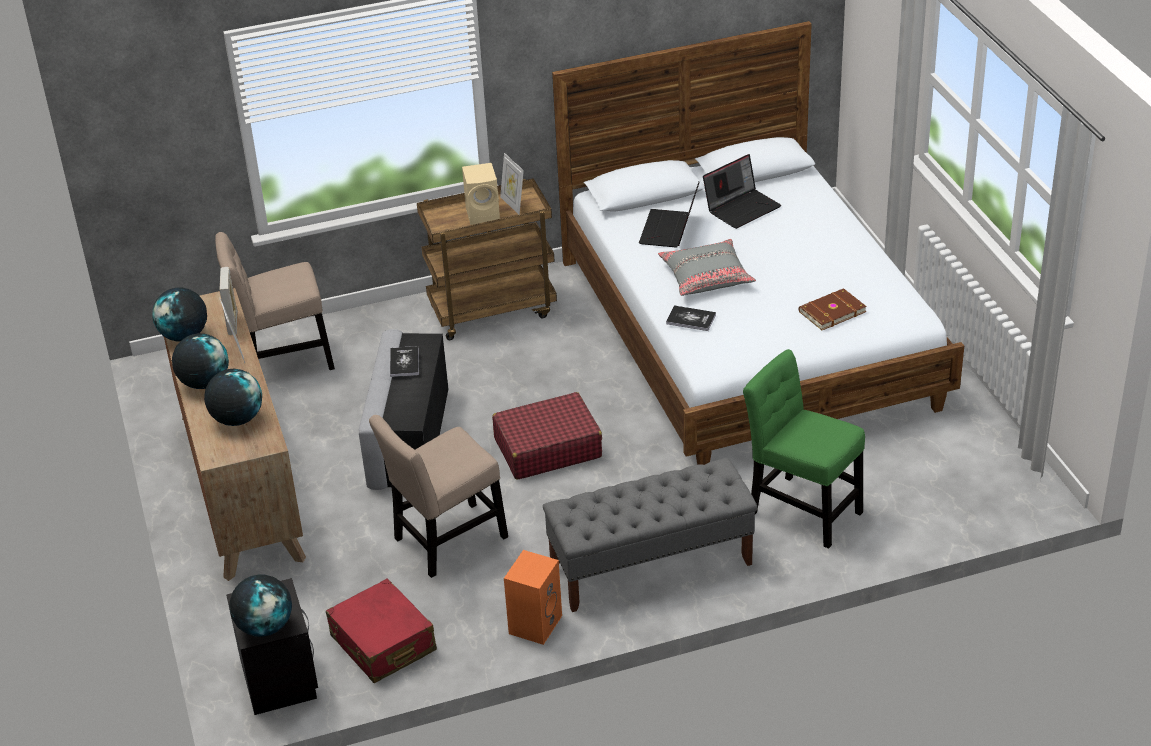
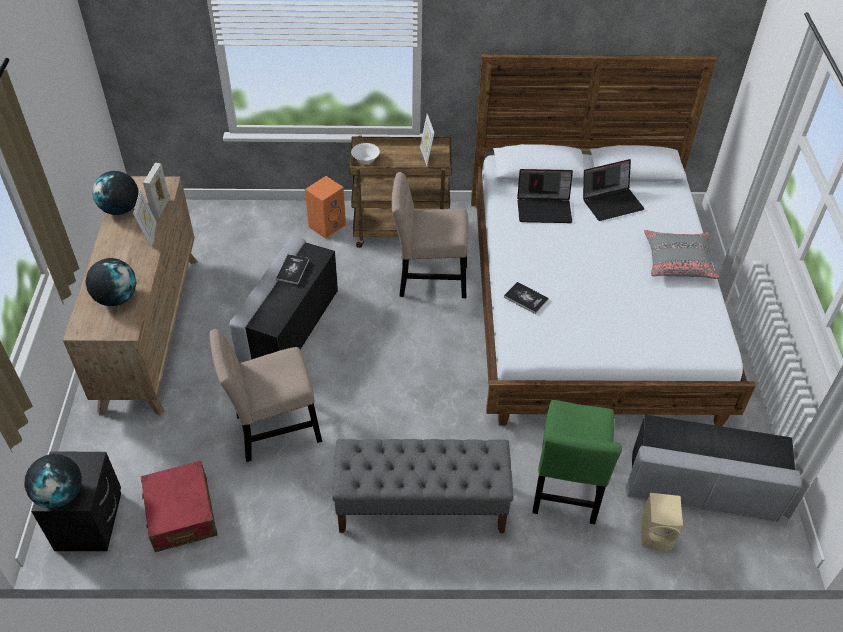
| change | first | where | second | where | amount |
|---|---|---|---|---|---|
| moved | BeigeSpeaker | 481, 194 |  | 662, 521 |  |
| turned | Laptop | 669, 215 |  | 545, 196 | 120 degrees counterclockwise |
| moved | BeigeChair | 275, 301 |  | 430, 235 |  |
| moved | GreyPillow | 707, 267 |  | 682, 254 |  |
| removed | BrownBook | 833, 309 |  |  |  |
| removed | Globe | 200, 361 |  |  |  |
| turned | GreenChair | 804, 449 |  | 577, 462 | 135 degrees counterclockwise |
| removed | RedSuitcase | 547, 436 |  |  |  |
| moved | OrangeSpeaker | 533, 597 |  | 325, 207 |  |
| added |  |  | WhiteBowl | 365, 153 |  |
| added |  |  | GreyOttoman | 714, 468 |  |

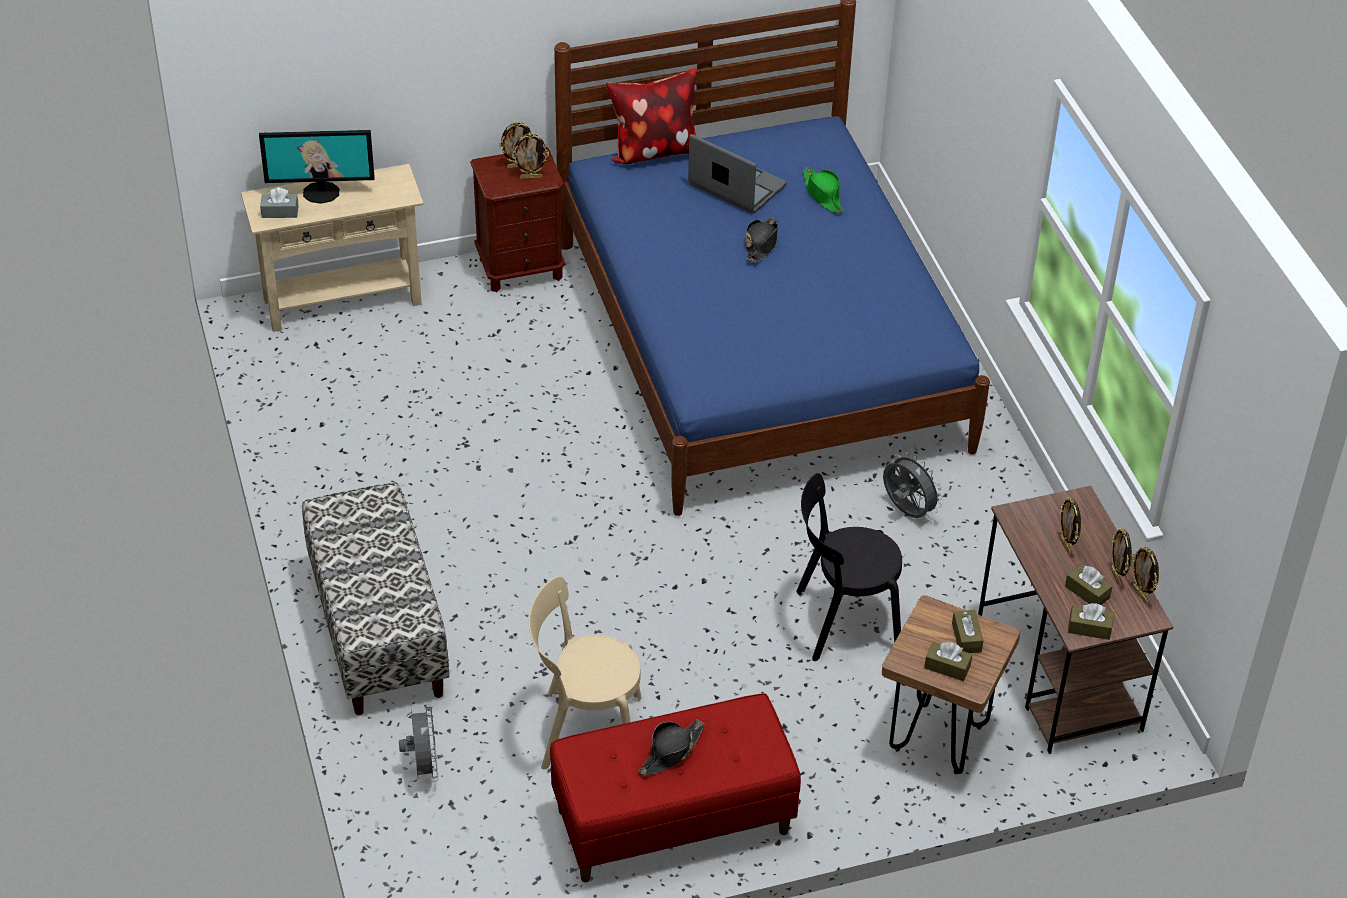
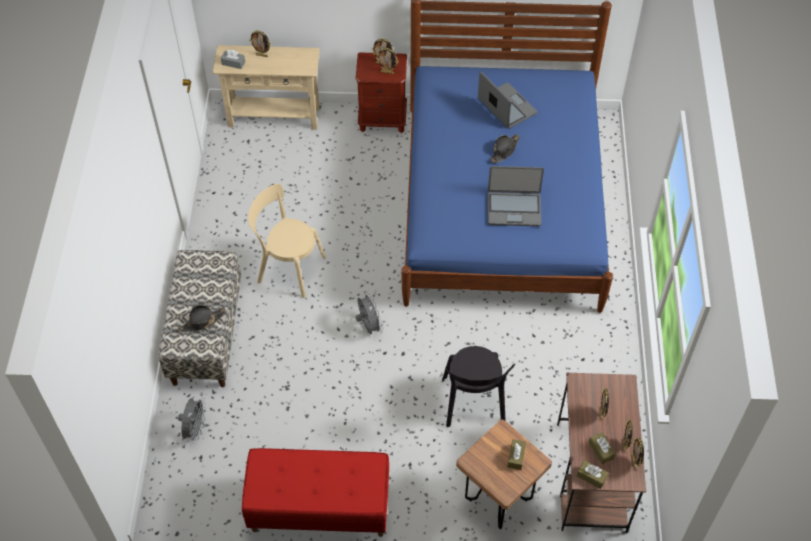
| change | first | where | second | where | amount |
|---|---|---|---|---|---|
| removed | Pillow | 651, 116 |  |  |  |
| replaced | Monitor | 317, 167 | PictureFrame | 260, 43 |  |
| removed | GreenHat | 823, 190 |  |  |  |
| moved | GreyFan | 913, 485 |  | 369, 313 |  |
| turned | BlackChair | 849, 567 |  | 478, 386 | 105 degrees counterclockwise |
| moved | BeigeChair | 585, 672 |  | 287, 241 |  |
| removed | BrownTissueBox | 948, 661 |  |  |  |
| moved | BlackHat | 671, 747 |  | 202, 318 |  |
| added |  |  | Laptop | 516, 196 |  |

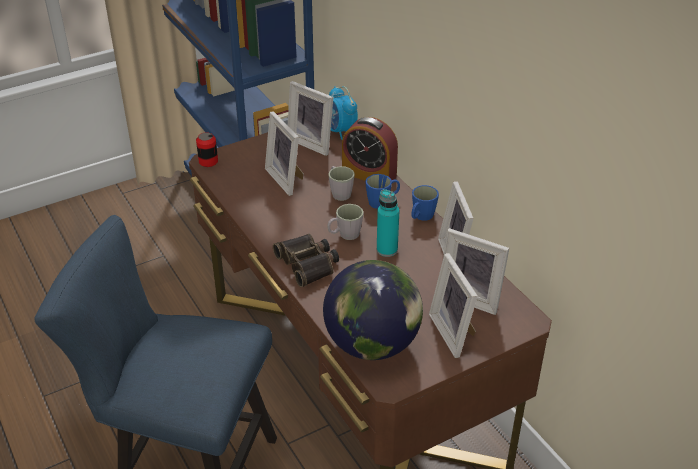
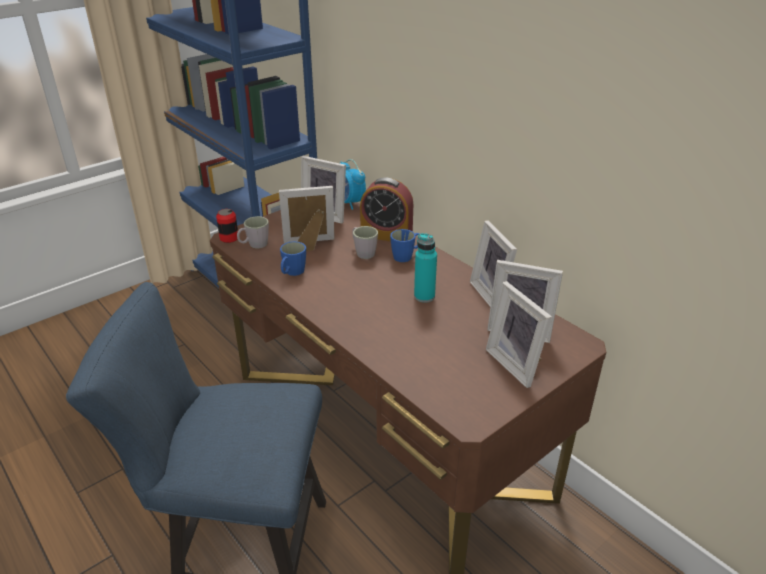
| change | first | where | second | where | amount |
|---|---|---|---|---|---|
| turned | PictureFrame | 284, 153 |  | 307, 219 | 120 degrees clockwise |
| moved | BlueMug | 425, 203 |  | 293, 258 |  |
| moved | GreyMug | 345, 222 |  | 253, 232 |  |
| removed | Binoculars | 306, 260 |  |  |  |
| removed | Globe | 373, 310 |  |  |  |

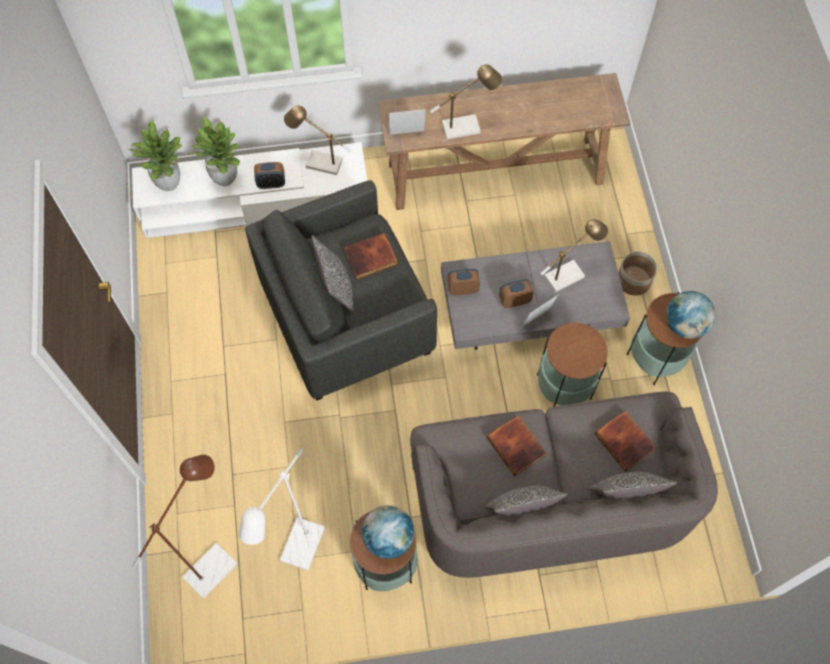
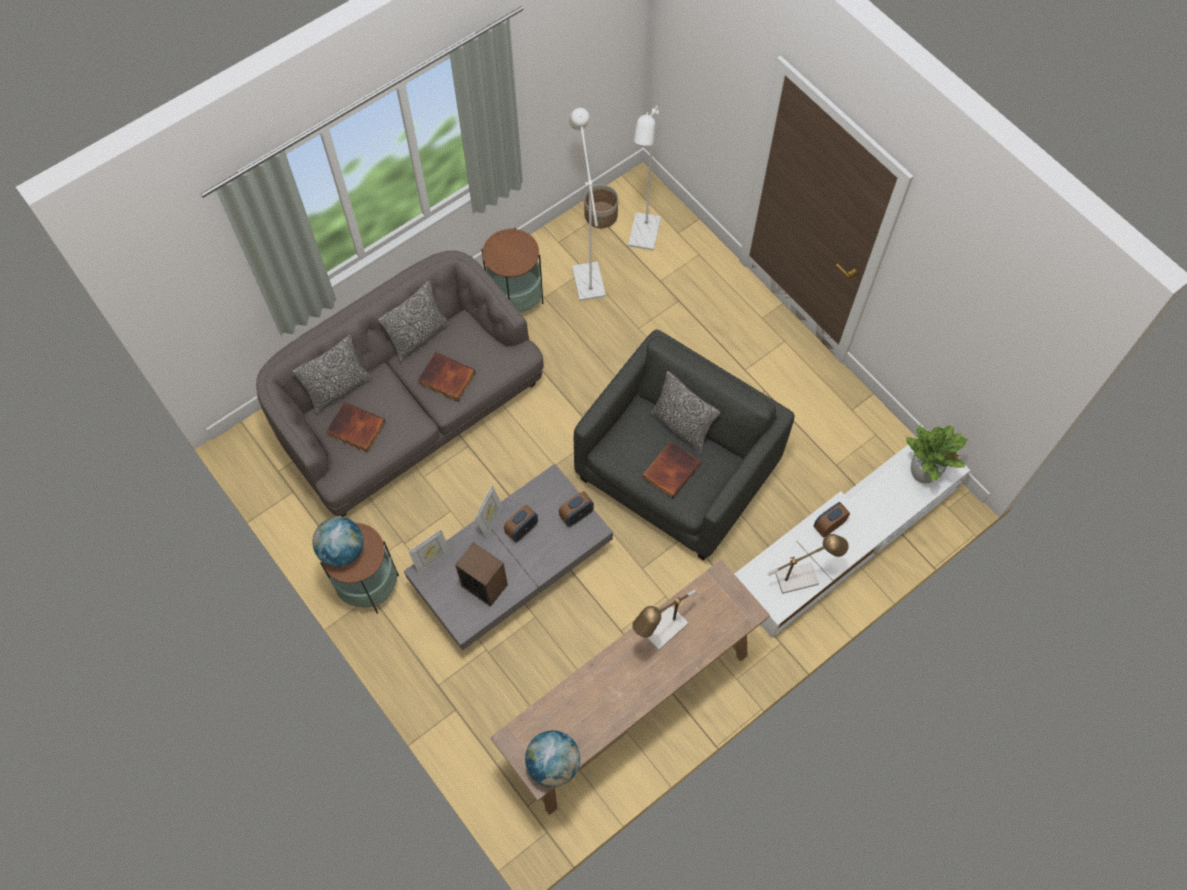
| change | first | where | second | where | amount |
|---|---|---|---|---|---|
| moved | PictureFrame | 407, 122 |  | 430, 552 |  |
| removed | PottedPlant | 214, 151 |  |  |  |
| replaced | TableLamp | 574, 255 | Speaker | 481, 574 |  |
| moved | Planter | 638, 273 |  | 601, 207 |  |
| removed | SideTable | 572, 365 |  |  |  |
| recoloured | BrownFloorLamp | 185, 526 | WhiteFloorLamp | 644, 177 |  |
| moved | Globe | 388, 532 |  | 552, 758 |  |

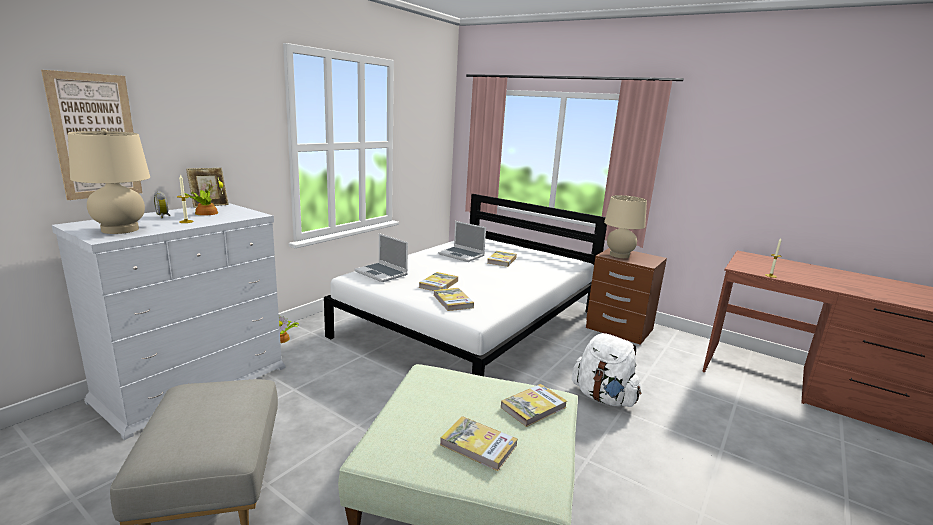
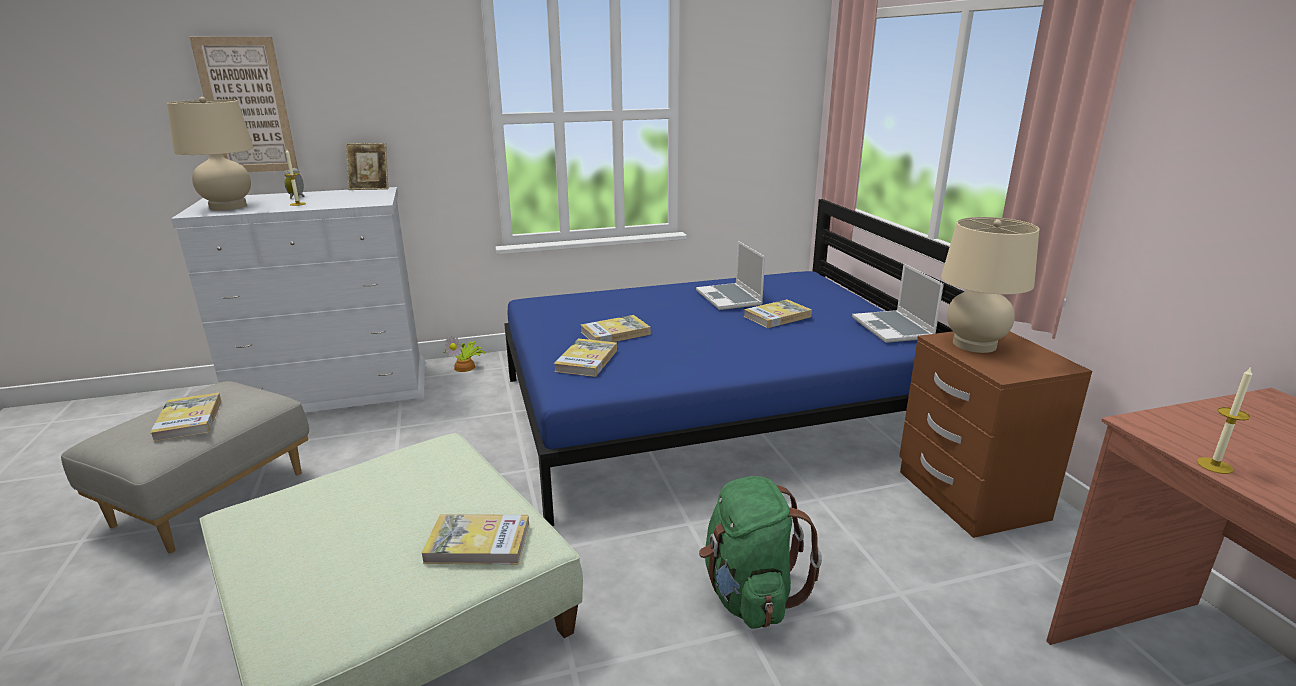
| change | first | where | second | where | amount |
|---|---|---|---|---|---|
| removed | PottedPlant | 203, 195 |  |  |  |
| recoloured | WhiteBed | 465, 285 | BlueBed | 734, 362 |  |
| moved | Laptop | 381, 257 |  | 898, 303 |  |
| recoloured | WhiteBackpack | 606, 370 | GreenBackpack | 760, 552 |  |
| moved | Book | 478, 443 |  | 185, 417 |  |

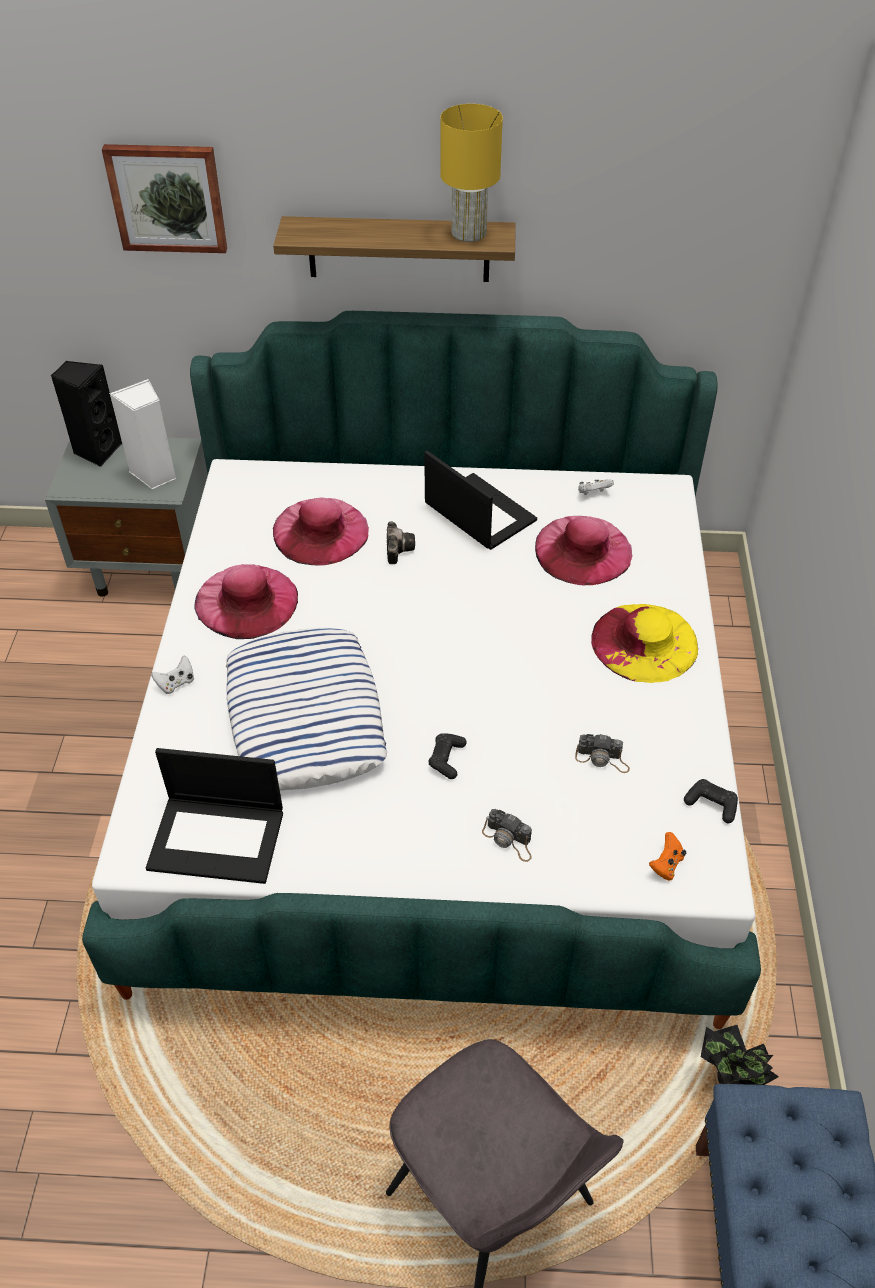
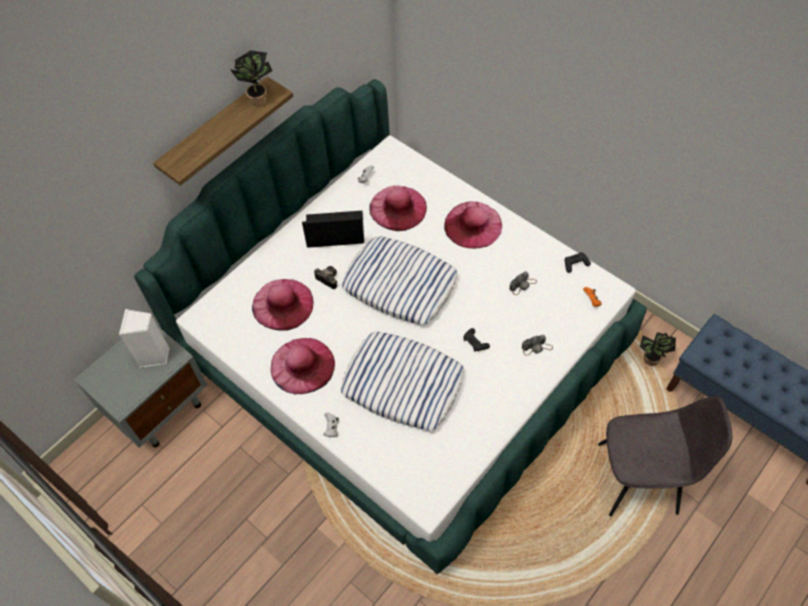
| change | first | where | second | where | amount |
|---|---|---|---|---|---|
| replaced | YellowTableLamp | 471, 173 | PottedPlant | 251, 78 |  |
| removed | Picture | 164, 198 |  |  |  |
| removed | BlackSpeaker | 86, 414 |  |  |  |
| recoloured | YellowHat | 644, 643 | PinkHat | 473, 225 |  |
| removed | Laptop | 214, 816 |  |  |  |
| added |  |  | Pillow | 400, 280 |  |

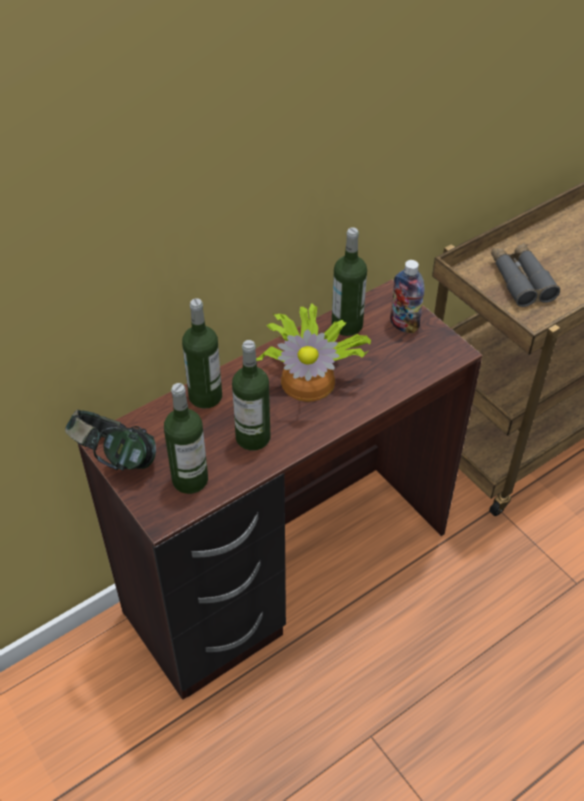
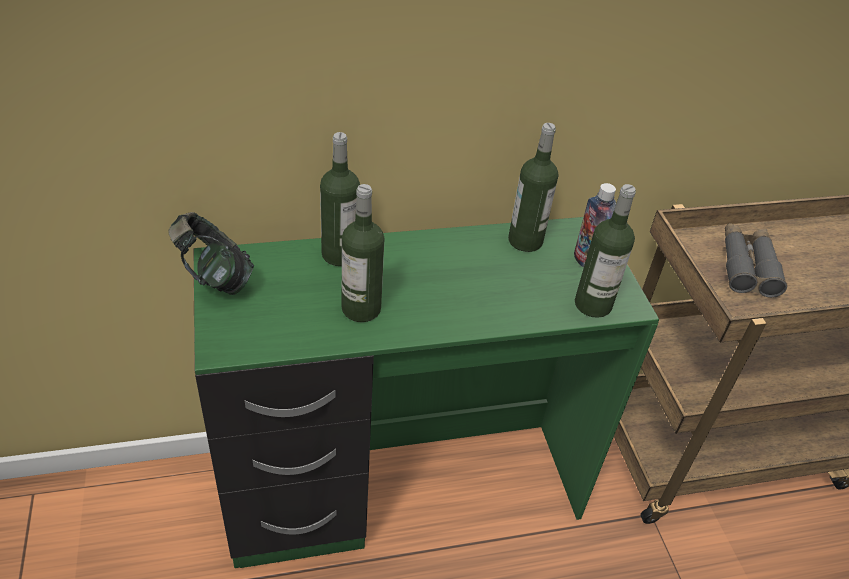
| change | first | where | second | where | amount |
|---|---|---|---|---|---|
| recoloured | BrownDesk | 280, 489 | GreenDesk | 426, 392 |  |
| removed | PottedPlant | 313, 352 |  |  |  |
| moved | Bottle | 186, 438 |  | 605, 251 |  |

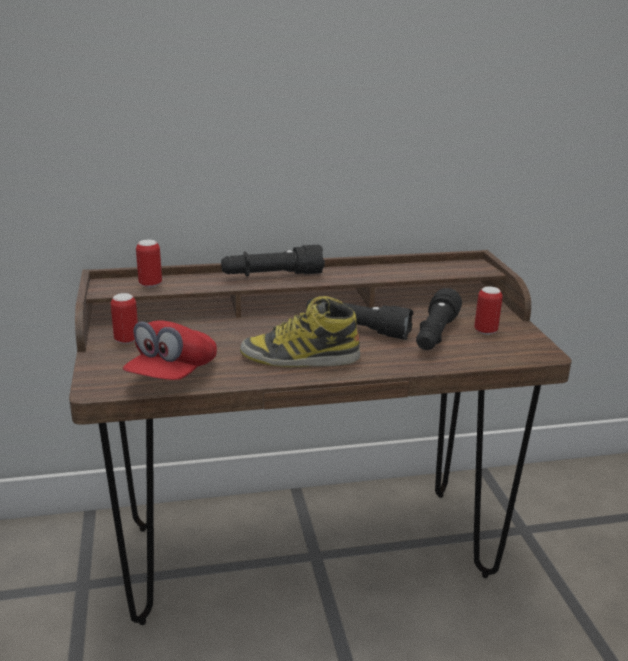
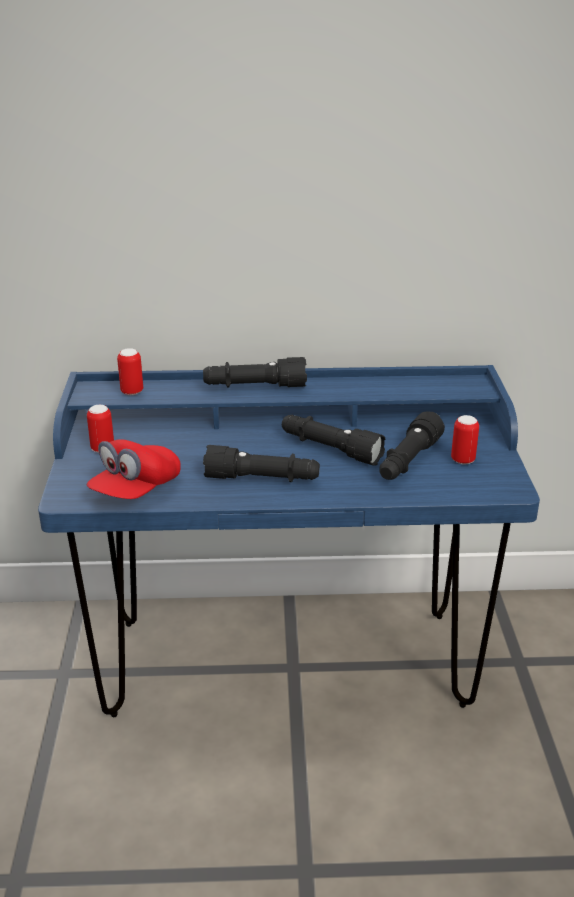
| change | first | where | second | where | amount |
|---|---|---|---|---|---|
| recoloured | BrownDesk | 320, 437 | BlueDesk | 289, 541 |  |
| replaced | Boot | 300, 331 | BlackFlashlight | 261, 463 |  |

